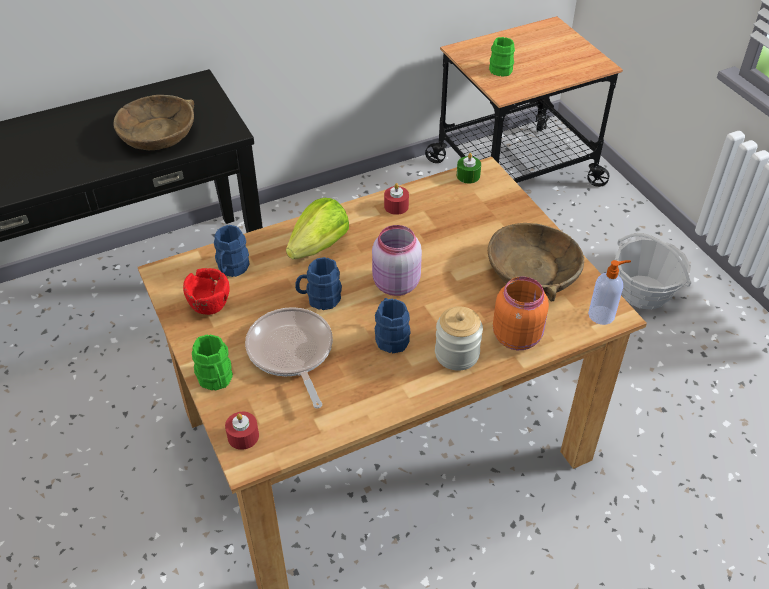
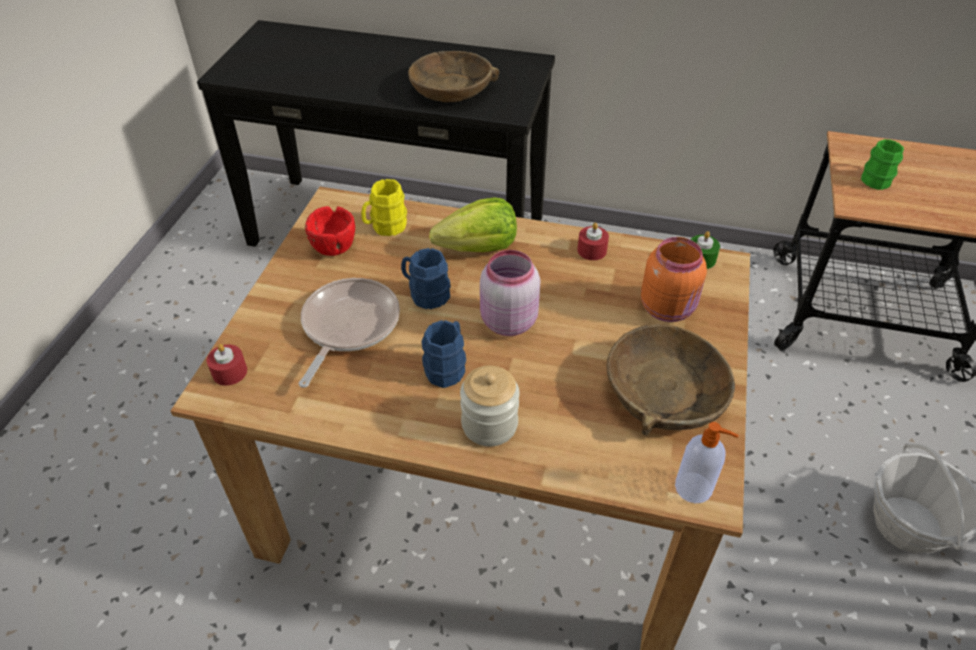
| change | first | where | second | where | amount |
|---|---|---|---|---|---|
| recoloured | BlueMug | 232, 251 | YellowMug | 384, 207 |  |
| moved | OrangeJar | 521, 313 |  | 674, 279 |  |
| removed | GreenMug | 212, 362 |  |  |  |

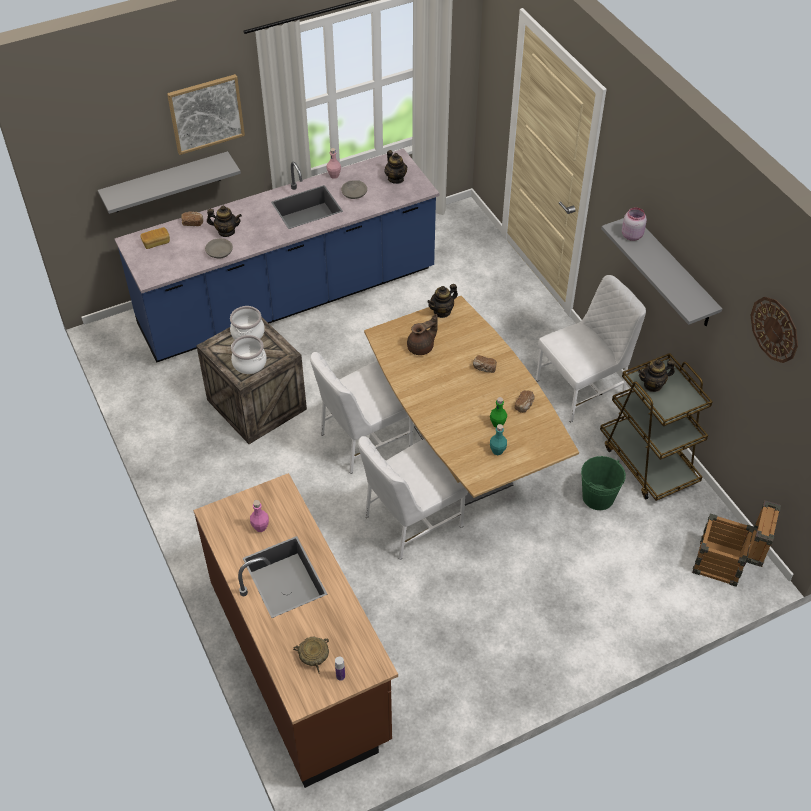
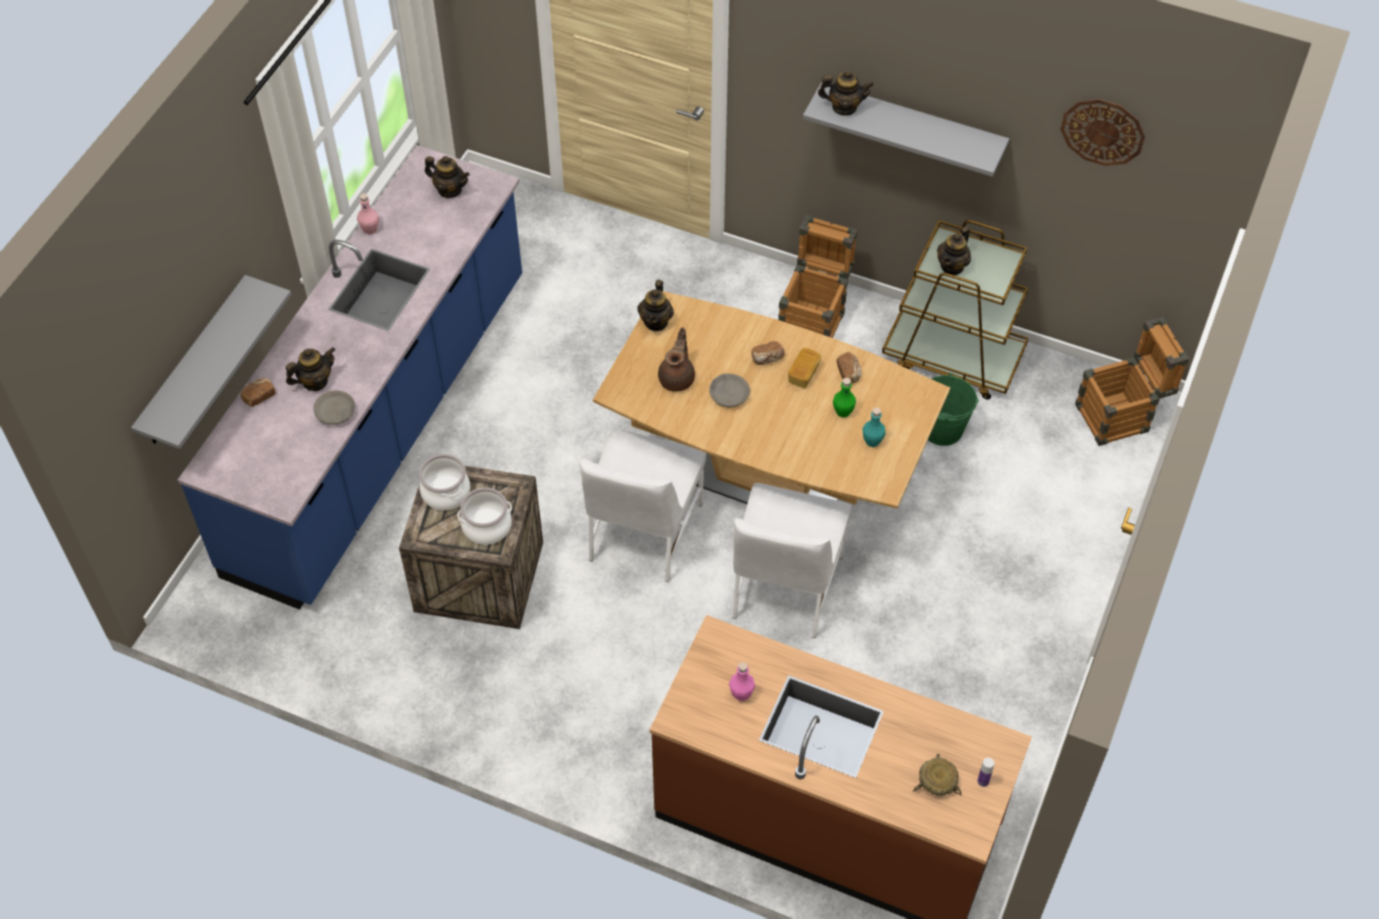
| change | first | where | second | where | amount |
|---|---|---|---|---|---|
| removed | Picture | 206, 114 |  |  |  |
| moved | GreyBowl | 354, 189 |  | 729, 390 |  |
| replaced | PinkJar | 634, 224 | Teapot | 846, 93 |  |
| moved | Bread | 155, 238 |  | 804, 368 |  |
| replaced | WhiteChair | 591, 349 | Crate | 818, 276 |  |

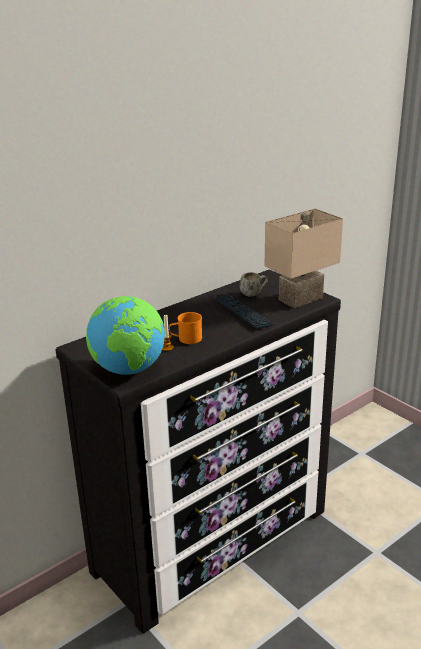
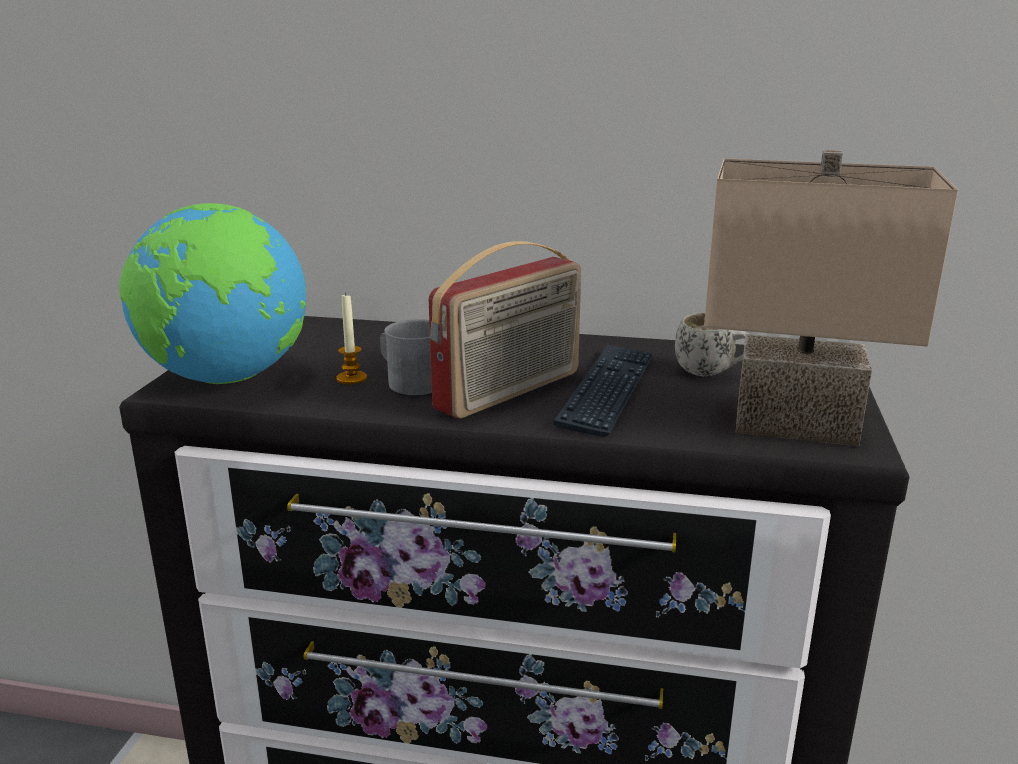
| change | first | where | second | where | amount |
|---|---|---|---|---|---|
| recoloured | OrangeMug | 185, 328 | GreyMug | 406, 357 |  |
| added |  |  | Radio | 505, 329 |  |

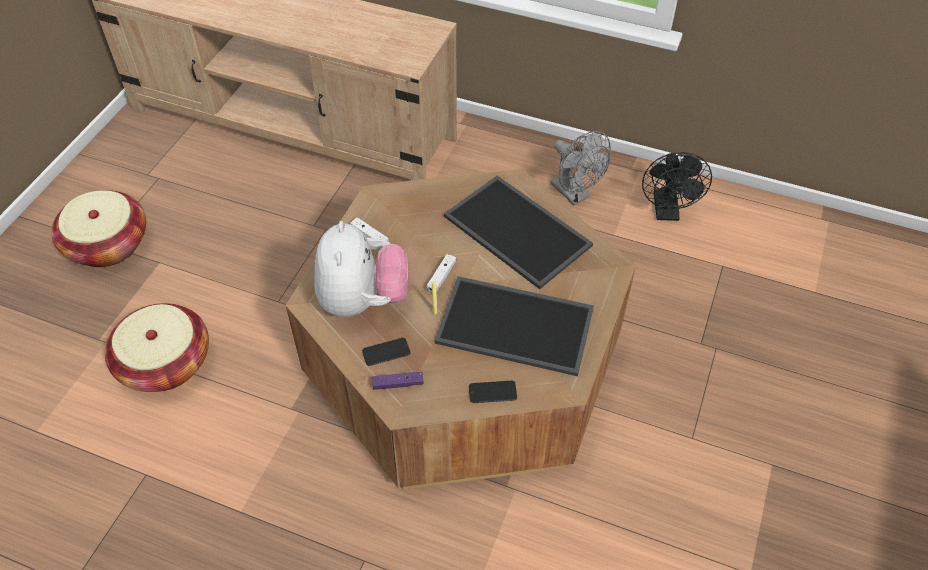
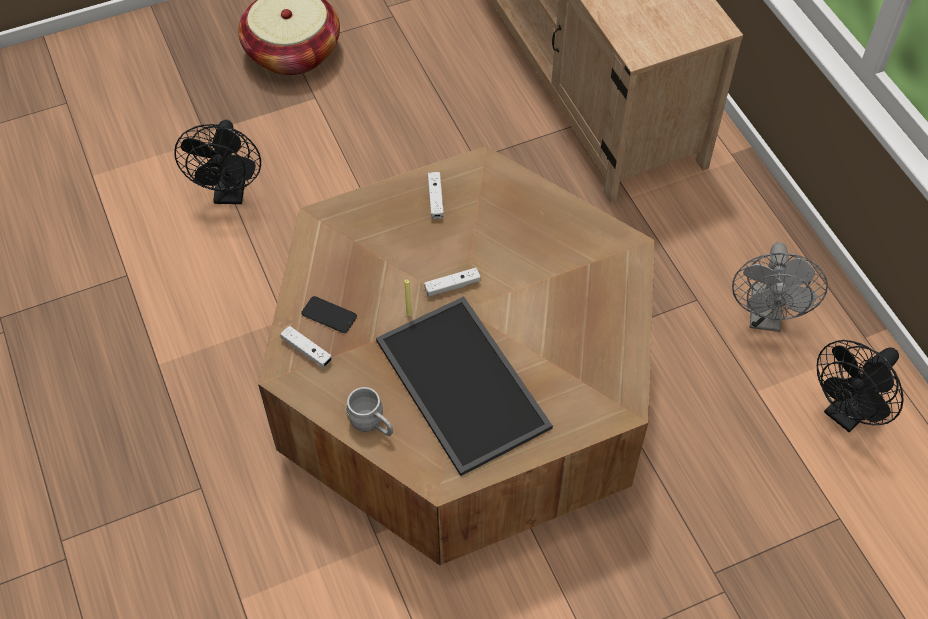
| change | first | where | second | where | amount |
|---|---|---|---|---|---|
| removed | Tray | 518, 232 |  |  |  |
| removed | PlushToy | 361, 269 |  |  |  |
| replaced | Basket | 157, 347 | BlackFan | 217, 162 |  |
| recoloured | PurpleGameController | 398, 381 | WhiteGameController | 306, 347 |  |
| replaced | Phone | 493, 392 | GreyMug | 369, 411 |  |

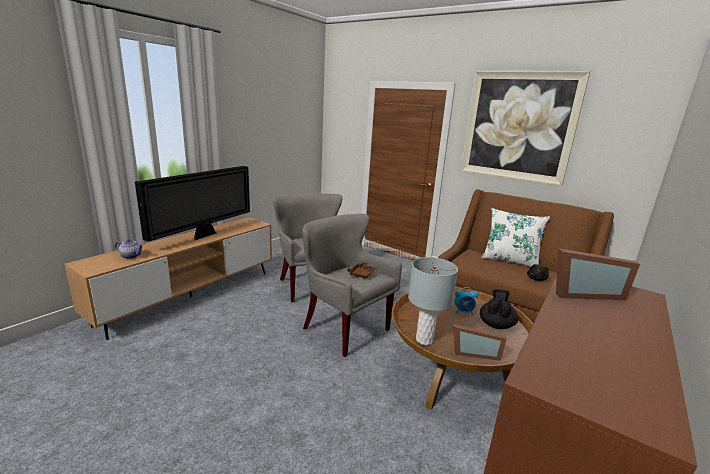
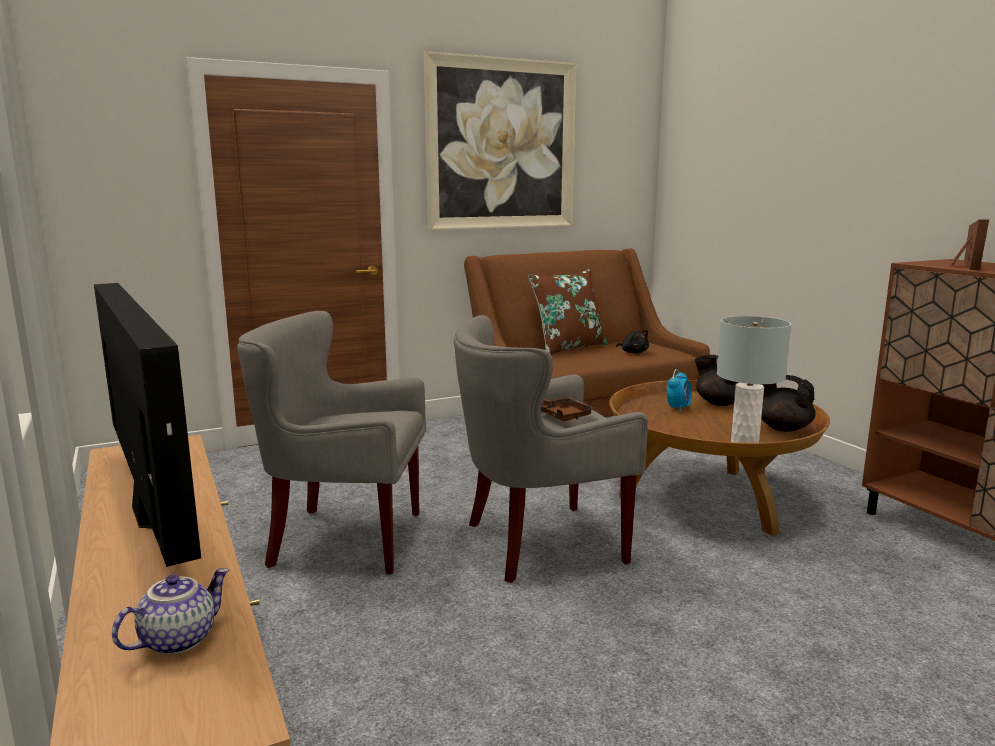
| change | first | where | second | where | amount |
|---|---|---|---|---|---|
| recoloured | WhitePillow | 515, 237 | BrownPillow | 568, 312 |  |
| replaced | PictureFrame | 480, 342 | BlackTeapot | 788, 403 |  |

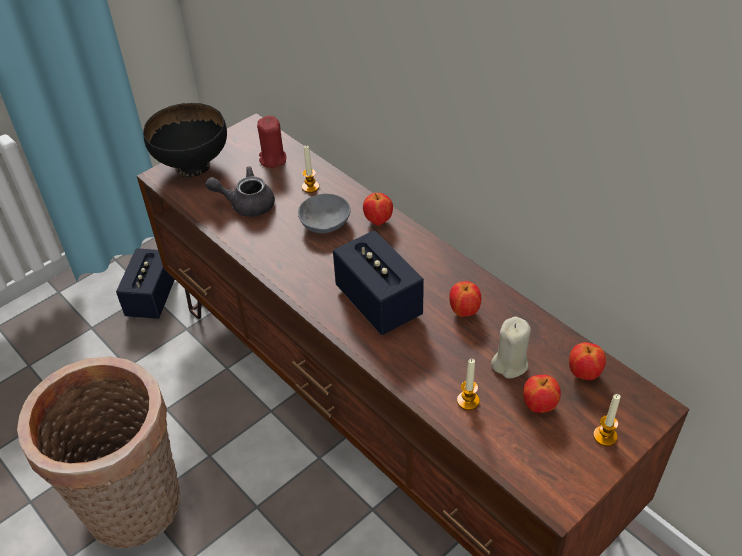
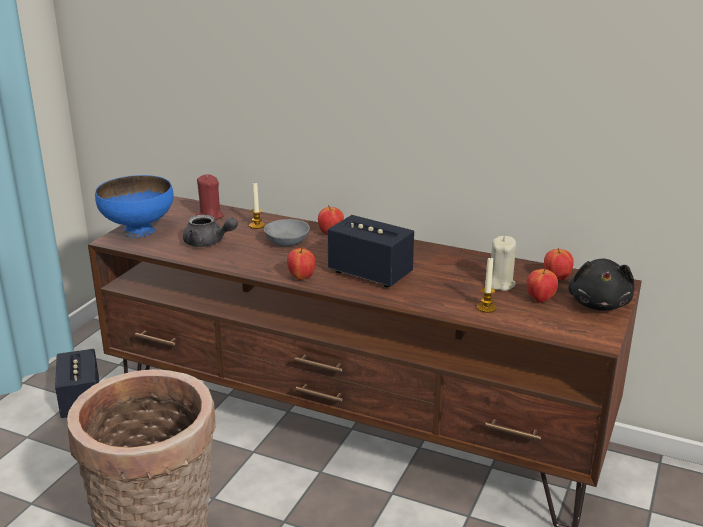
| change | first | where | second | where | amount |
|---|---|---|---|---|---|
| recoloured | BlackBowl | 185, 140 | BlueBowl | 134, 206 |  |
| turned | GreyTeapot | 240, 191 |  | 210, 231 | 135 degrees counterclockwise |
| moved | Apple | 465, 299 |  | 301, 264 |  |
| replaced | Candle | 607, 420 | BlackPlushToy | 601, 285 |  |

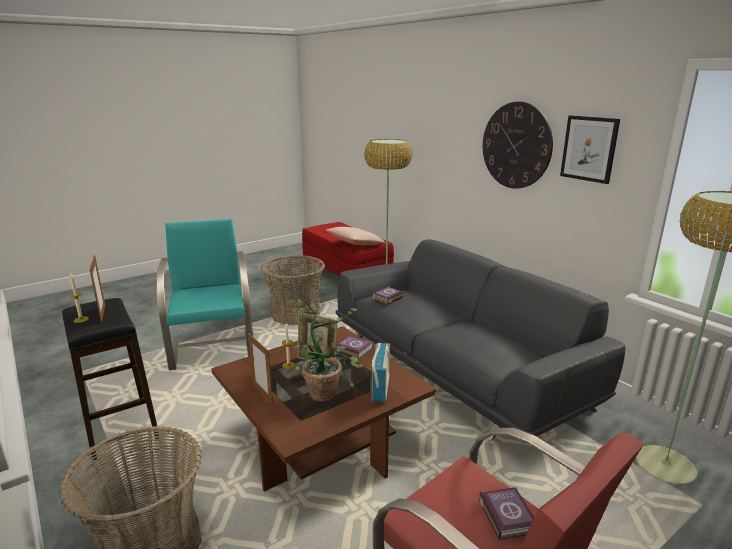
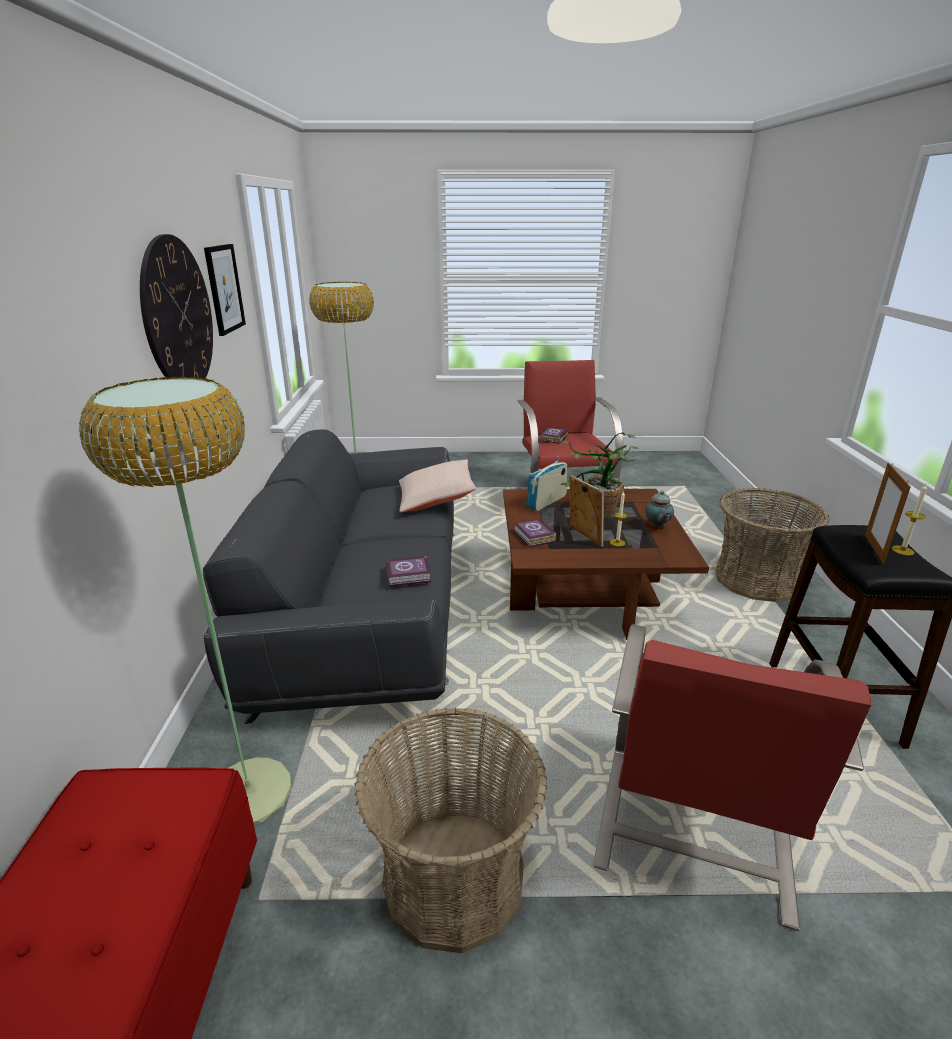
| change | first | where | second | where | amount |
|---|---|---|---|---|---|
| recoloured | TurquoiseArmchair | 204, 294 | RedArmchair | 732, 777 |  |
| moved | BeigePillow | 355, 236 |  | 437, 486 |  |
| replaced | PictureFrame | 260, 368 | Teapot | 659, 509 |  |

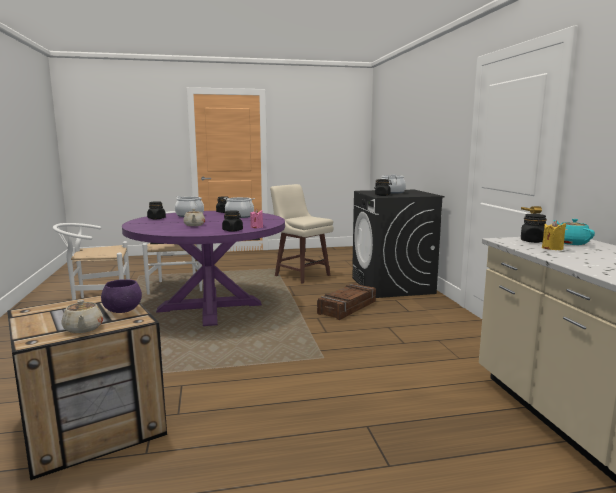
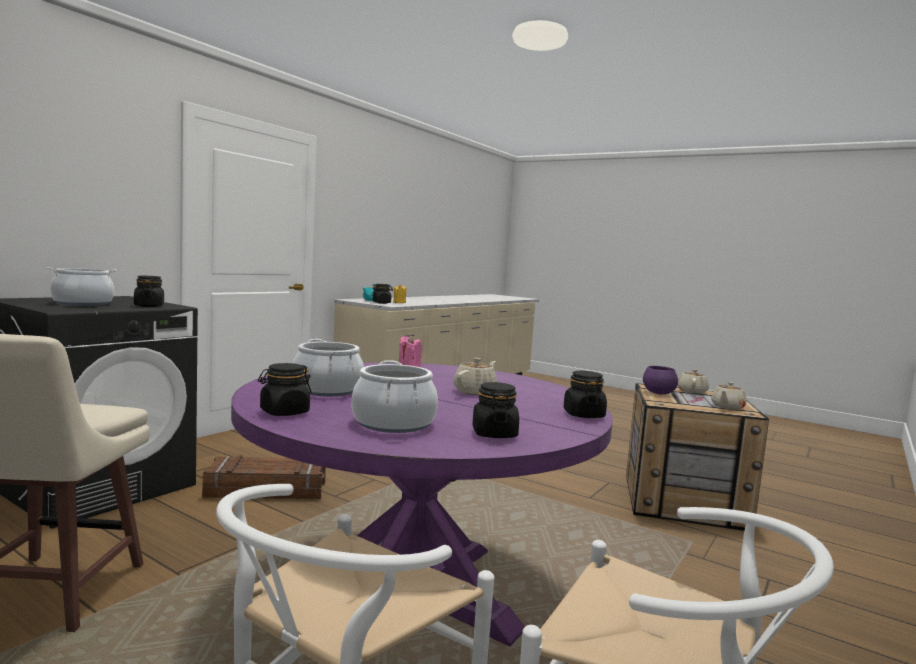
| change | first | where | second | where | amount |
|---|---|---|---|---|---|
| moved | BlackJar | 232, 221 |  | 585, 394 |  |
| added |  |  | BeigeTeapot | 728, 396 |  |

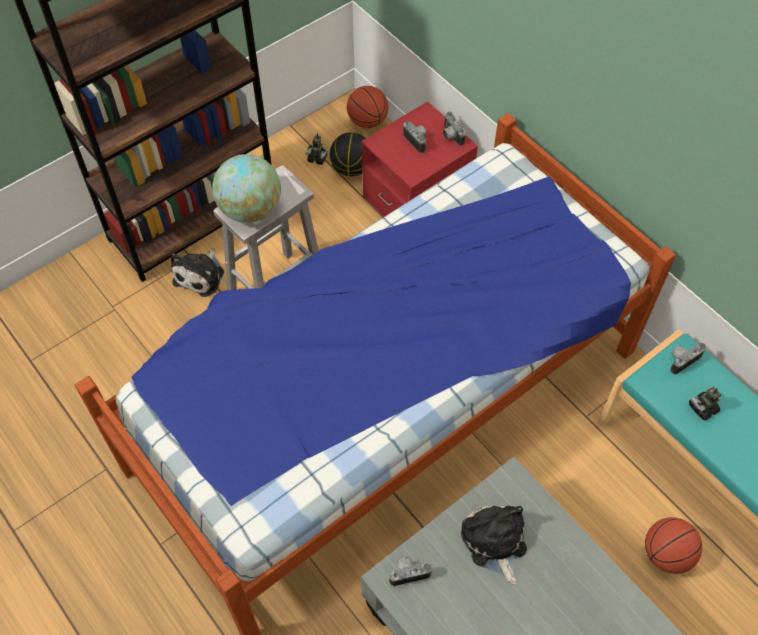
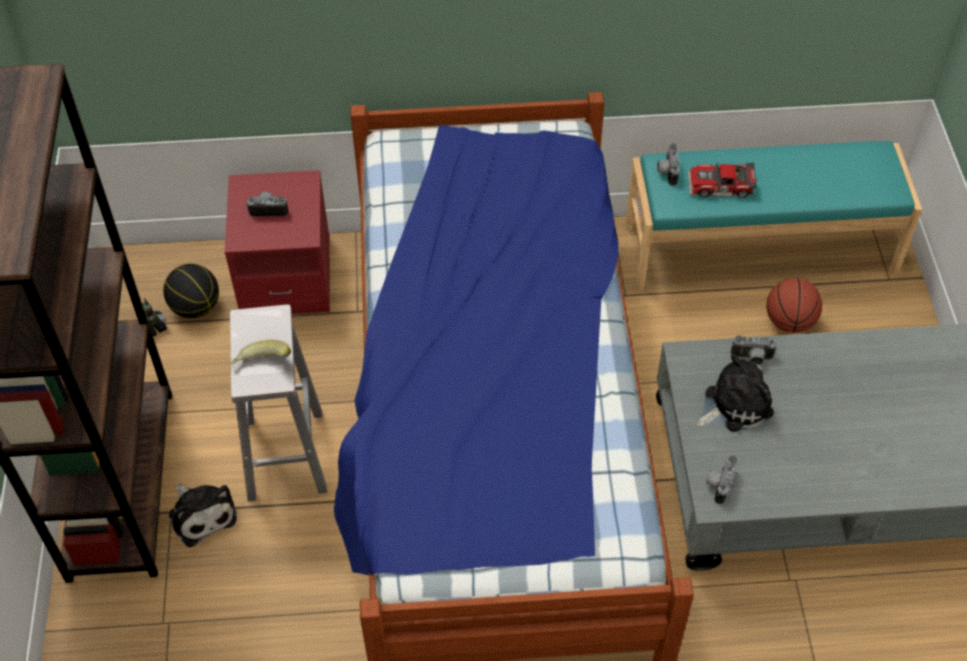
| change | first | where | second | where | amount |
|---|---|---|---|---|---|
| removed | Basketball | 368, 107 |  |  |  |
| moved | PhotoCamera | 454, 128 |  | 754, 350 |  |
| replaced | Globe | 246, 188 | Banana | 260, 352 |  |
| replaced | ToyRobot | 705, 404 | ToyCar | 722, 180 |  |
| turned | PlushToy | 494, 545 |  | 735, 392 | 135 degrees clockwise |

